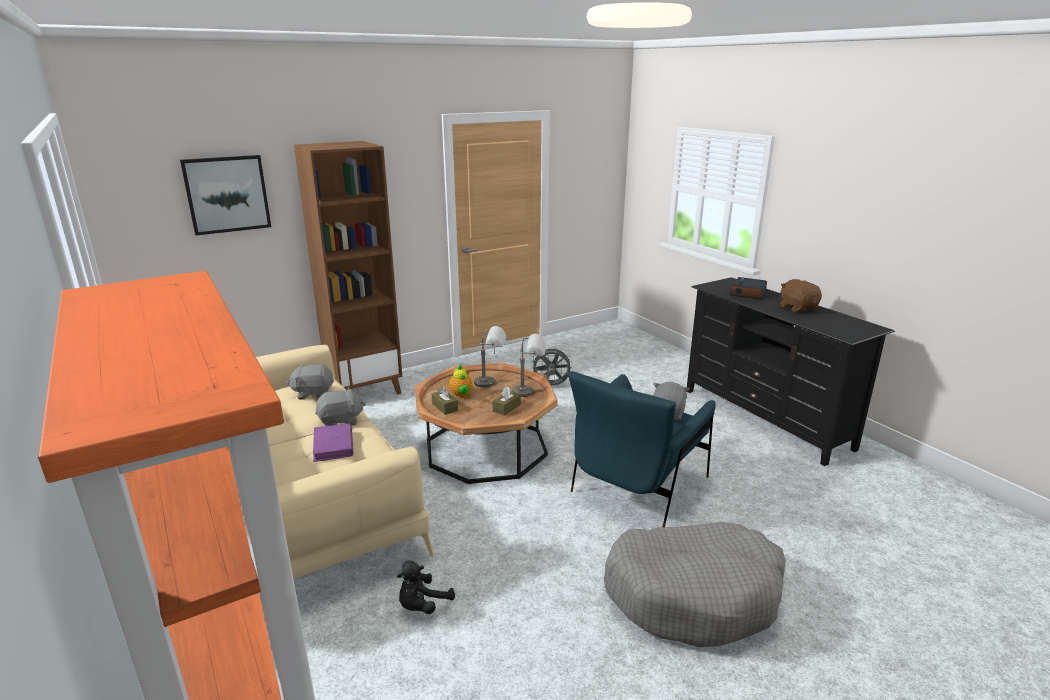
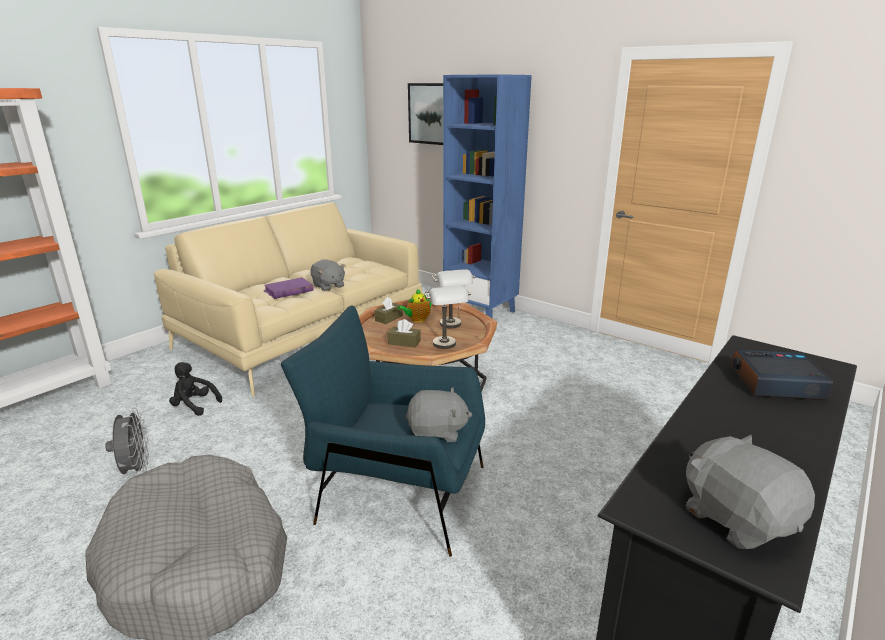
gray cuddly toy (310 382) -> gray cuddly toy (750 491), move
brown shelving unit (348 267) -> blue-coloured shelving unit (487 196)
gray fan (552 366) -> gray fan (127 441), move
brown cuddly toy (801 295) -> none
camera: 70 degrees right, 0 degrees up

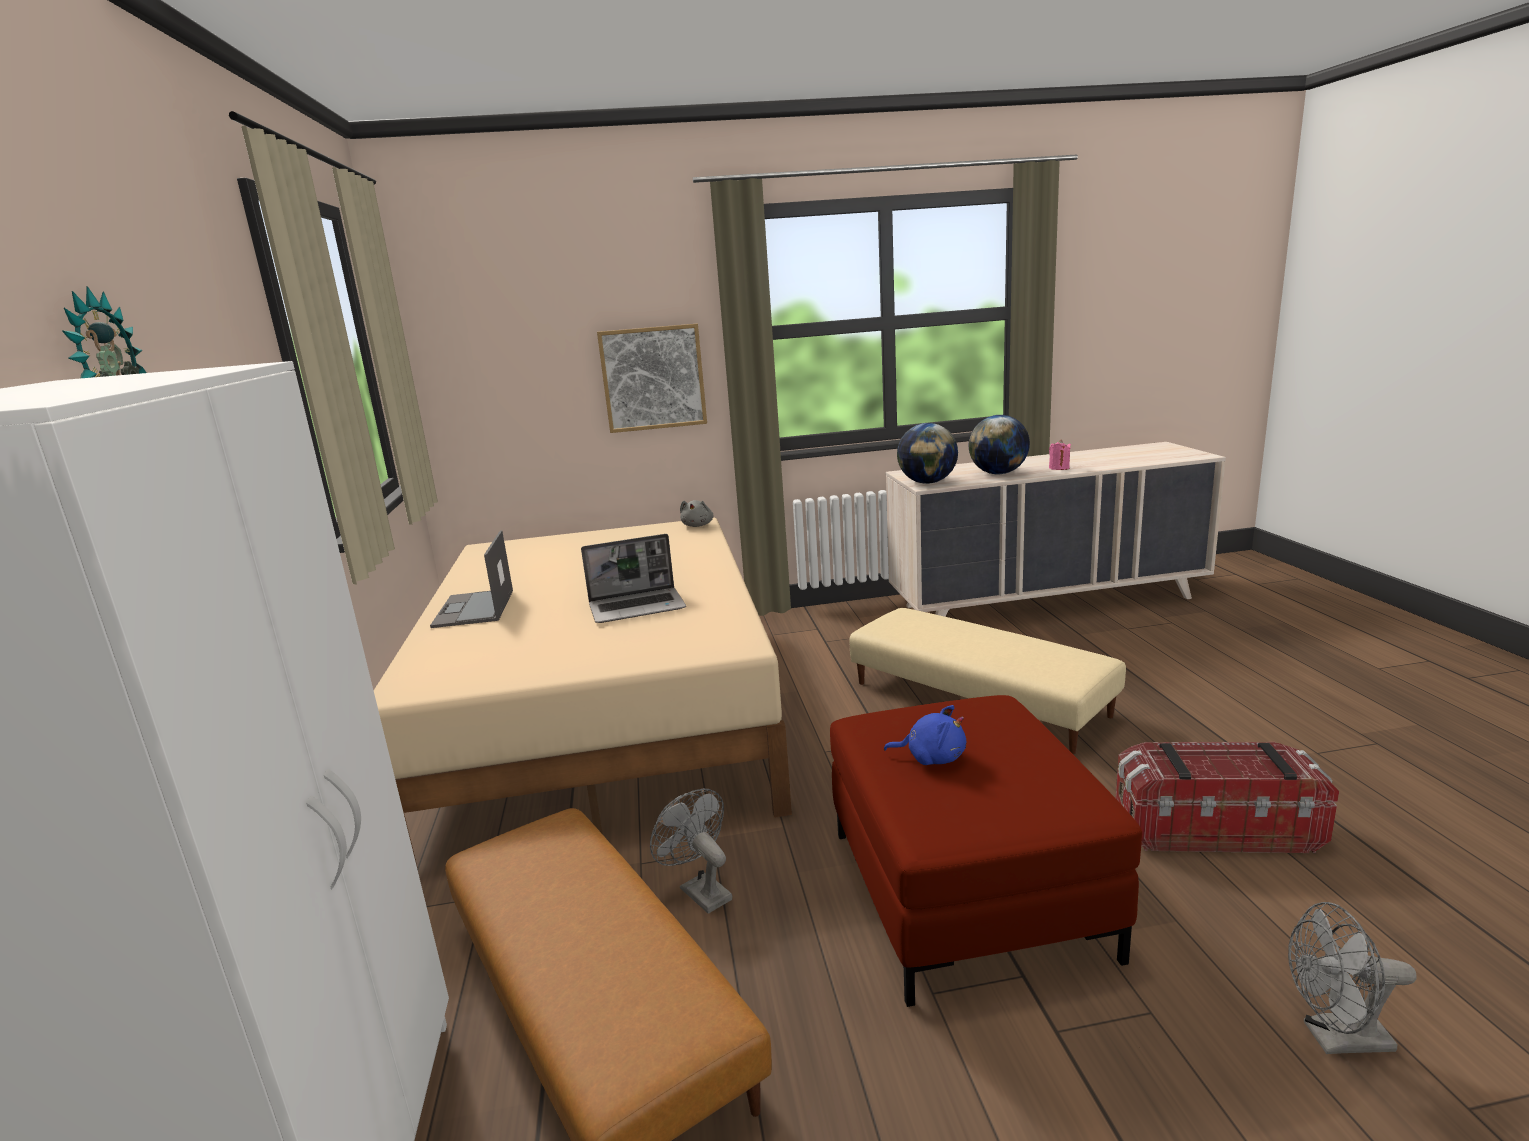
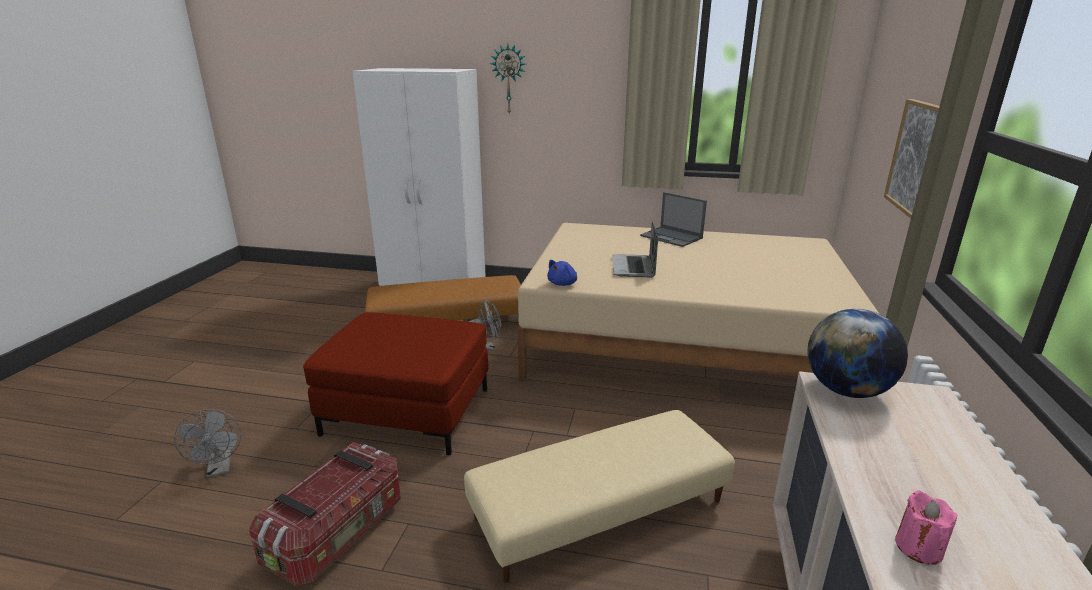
laptop (471 579) -> laptop (673 219), 150 degrees counterclockwise
gray cuddly toy (697 513) -> none
blue-coloured cuddly toy (925 735) -> blue-coloured cuddly toy (562 273), move
globe (999 444) -> none
gray fan (1352 978) -> gray fan (207 443), 135 degrees clockwise
camera: 110 degrees right, 5 degrees up

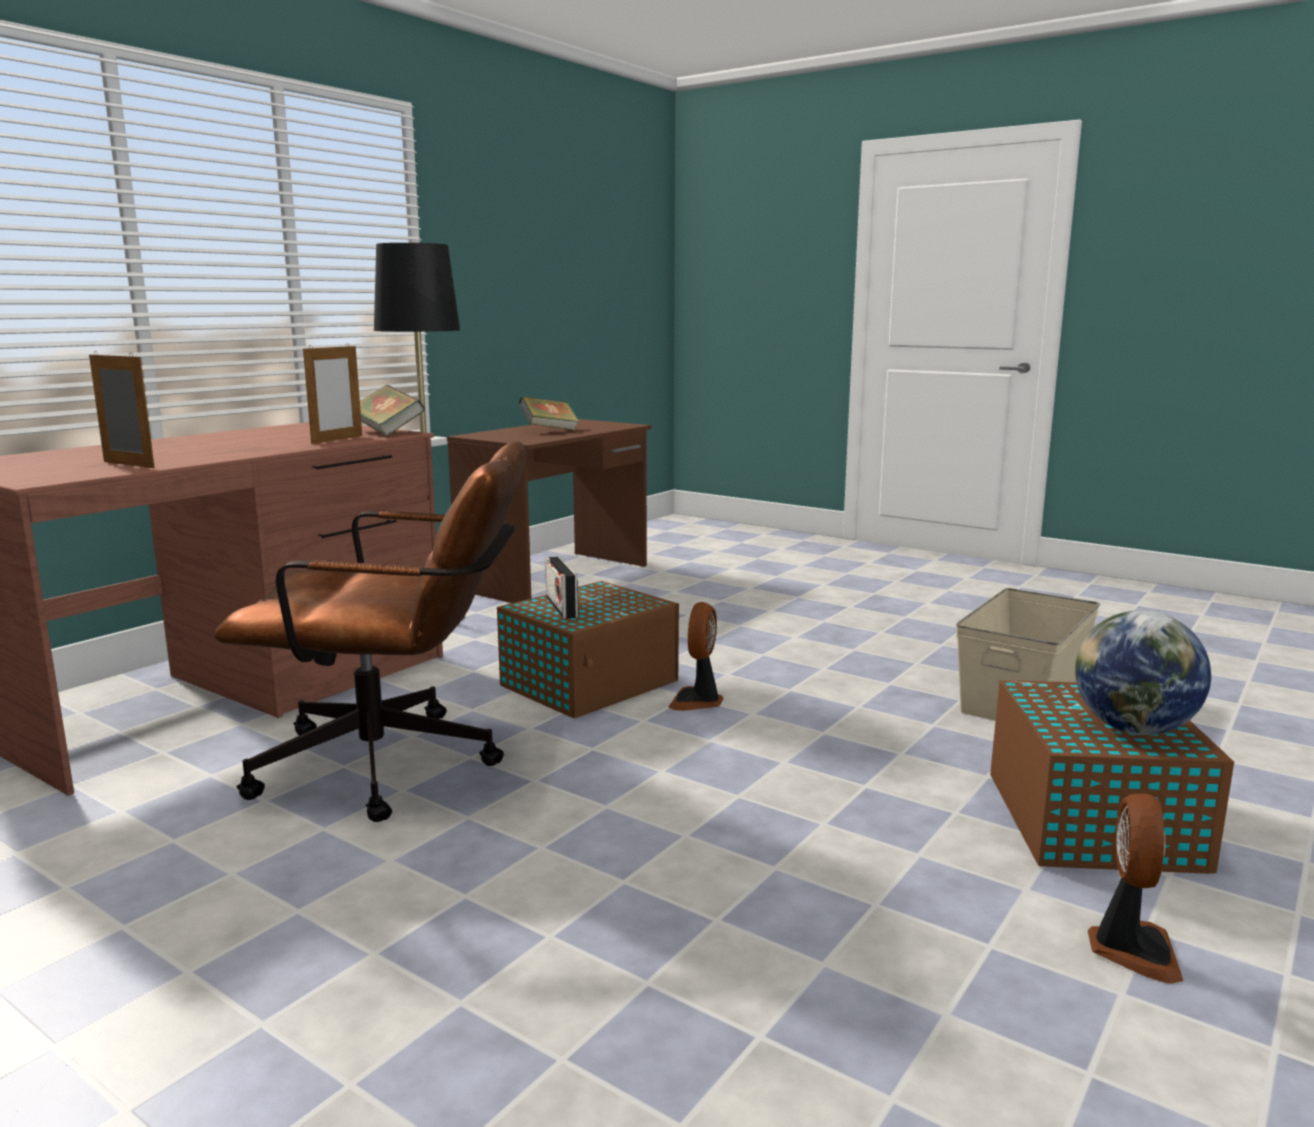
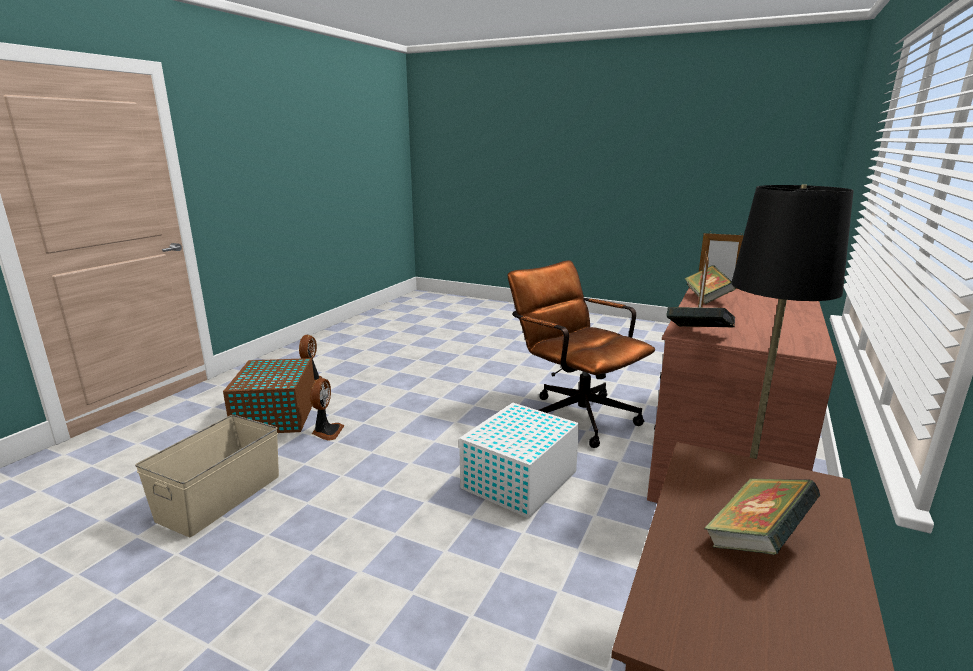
brown desk chair (370 631) -> brown desk chair (581 354), 60 degrees clockwise
brown storage container (588 649) -> white storage container (519 460)
radio (562 587) -> none
fan (696 656) -> fan (327 409), move
globe (1143 672) -> none
none -> book (710 284)
camera: 170 degrees right, 5 degrees up

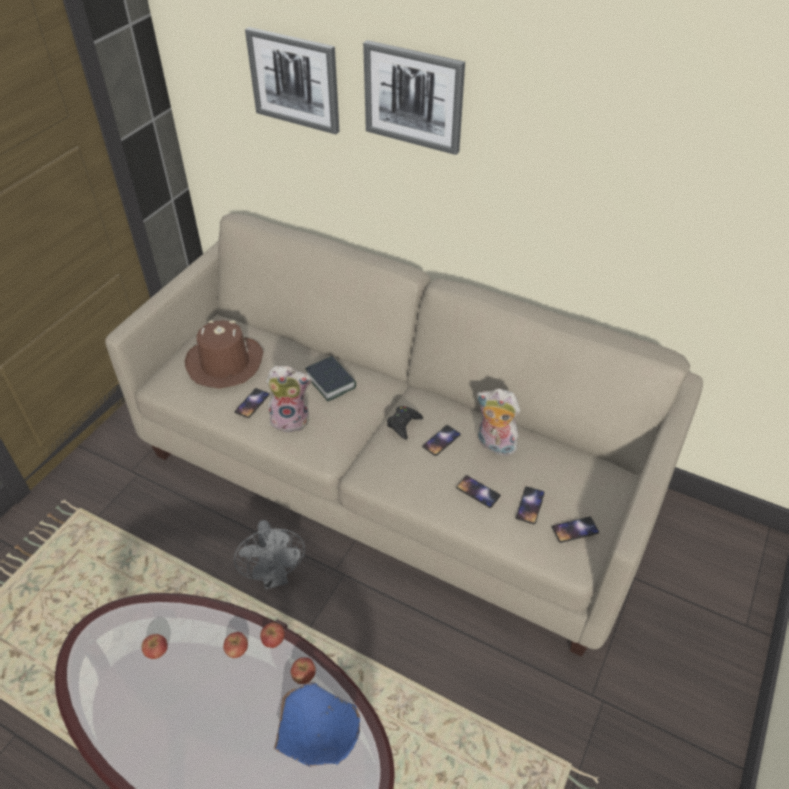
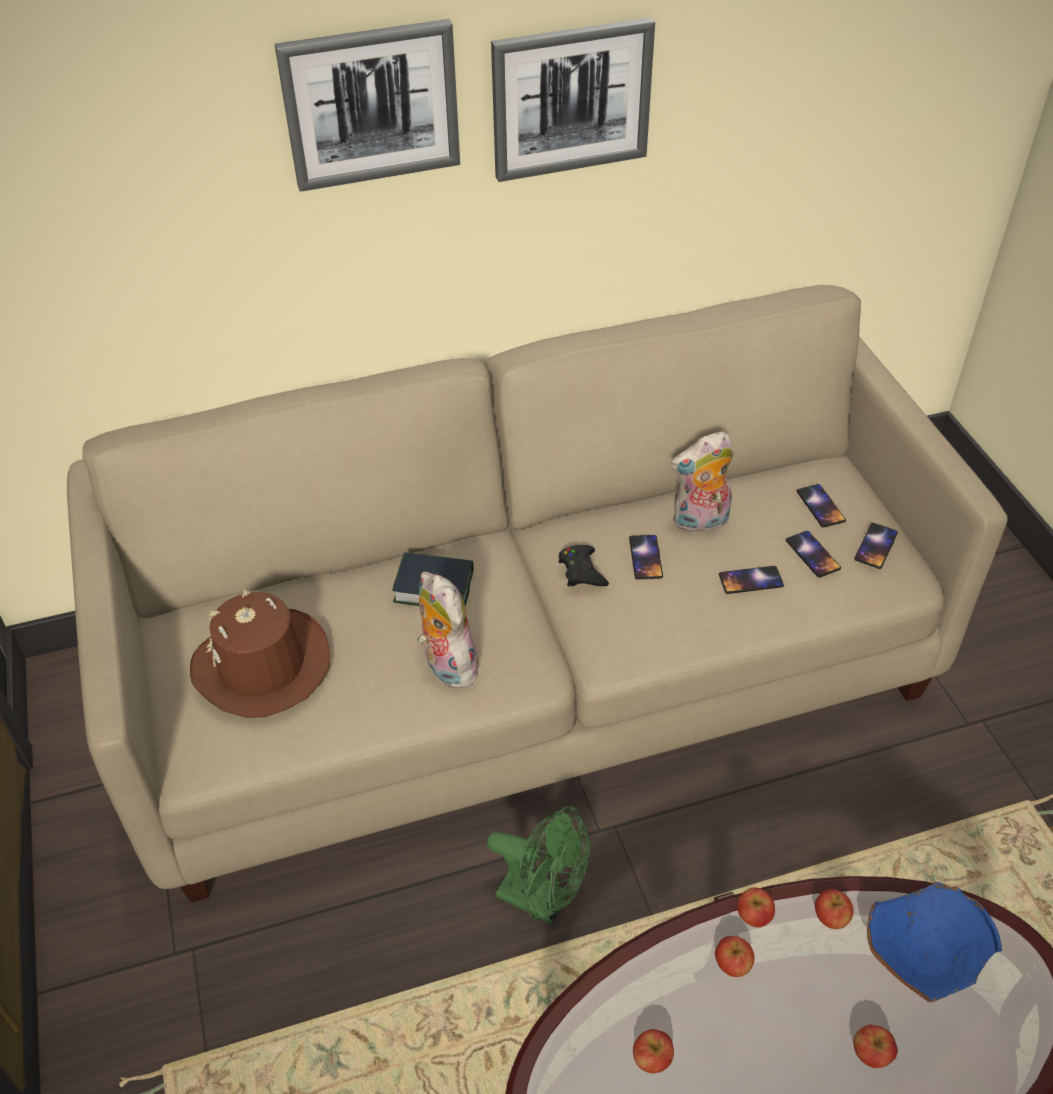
gray fan (269 554) -> green fan (538 865)
telephone (252 403) -> telephone (821 506), move
wall picture (292 80) -> wall picture (573 100), move
cuddly toy (289 399) -> cuddly toy (450 630), 75 degrees counterclockwise
none -> apple (876 1046)
camera: 45 degrees left, 0 degrees up

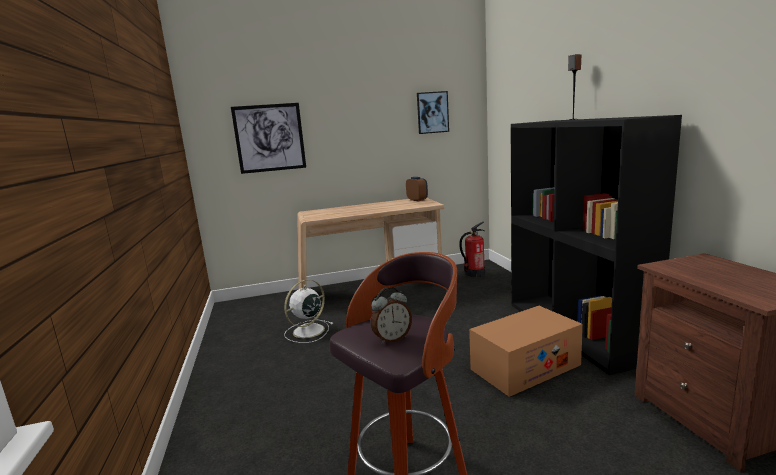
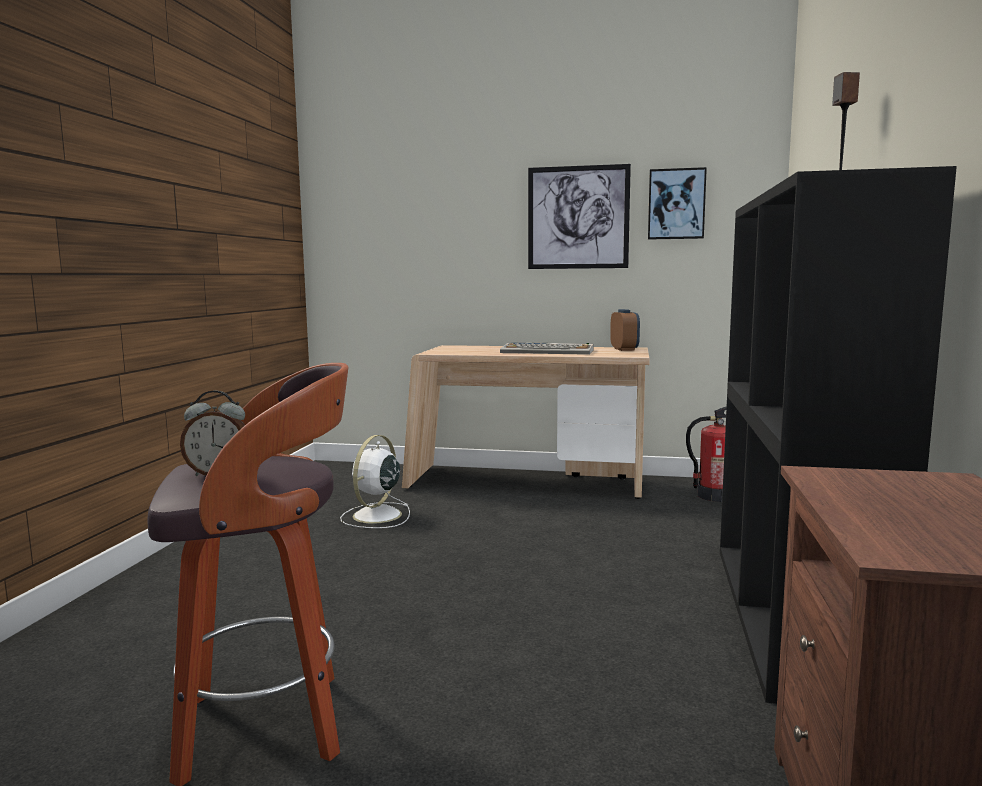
wall picture (268 138) -> wall picture (579 216), move
white fan (308 311) -> white fan (375 481), 45 degrees counterclockwise
cardboard box (526 351) -> none
none -> keyboard (547 348)
camera: 25 degrees right, 5 degrees down

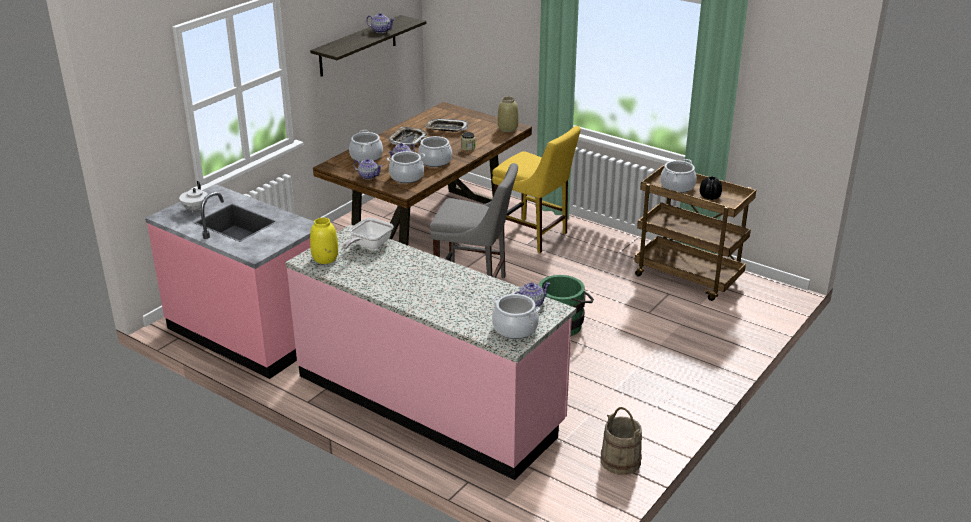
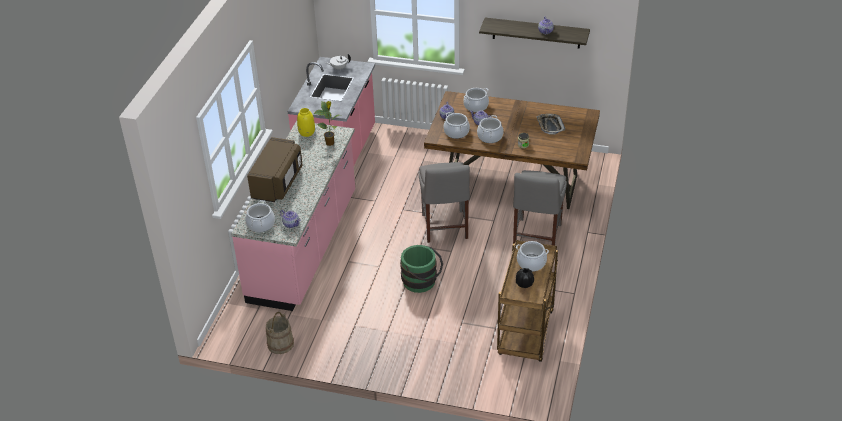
skillet (368 234) -> plant in a pot (326 123)
carrying tray (407 136) -> none
yellow-coloured upright chair (536 189) -> gray upright chair (540 208)
beige-coloured decorative vase (508 114) -> none
none -> brown kitchen microwave (275 169)
camera: 70 degrees right, 10 degrees up

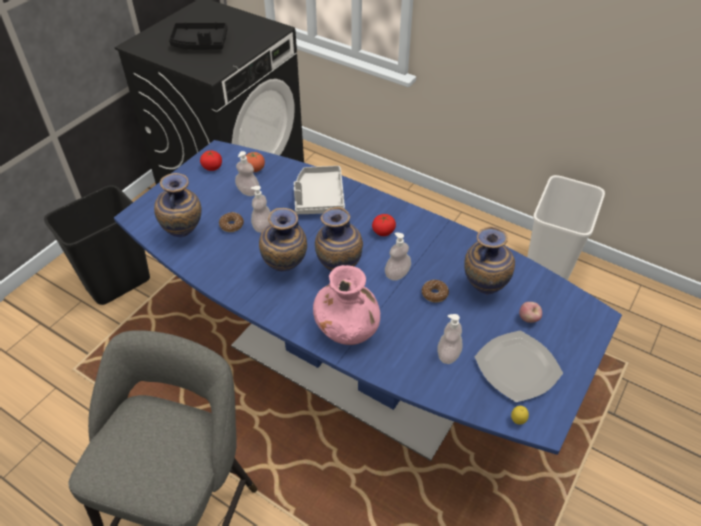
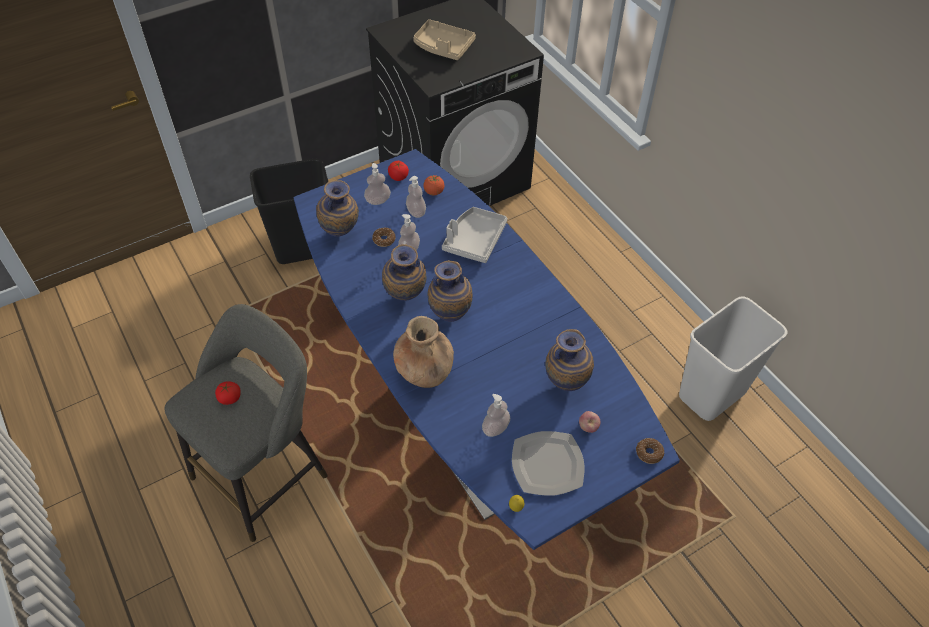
black carrying tray (198 35) -> beige-coloured carrying tray (444 39)
pink decorative vase (346 305) -> brown decorative vase (423 352)
whole tomato (384 225) -> whole tomato (228 393), move
soap dispenser (398 256) -> soap dispenser (377 184), move
donut (435 291) -> donut (650 451), move
camera: 25 degrees right, 5 degrees up

